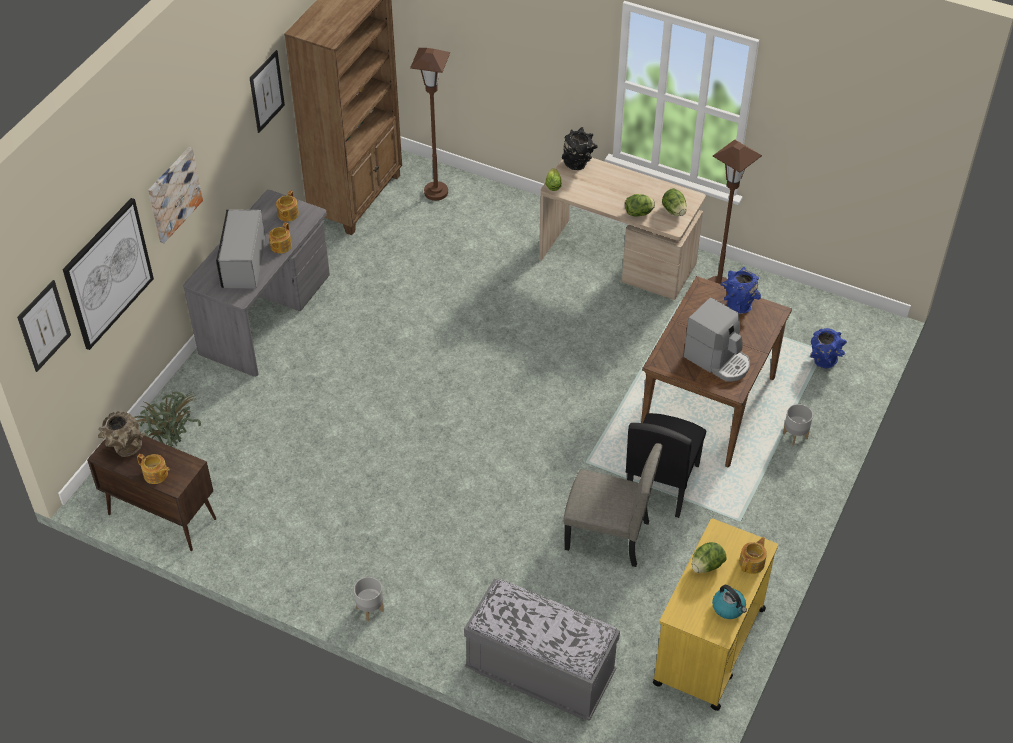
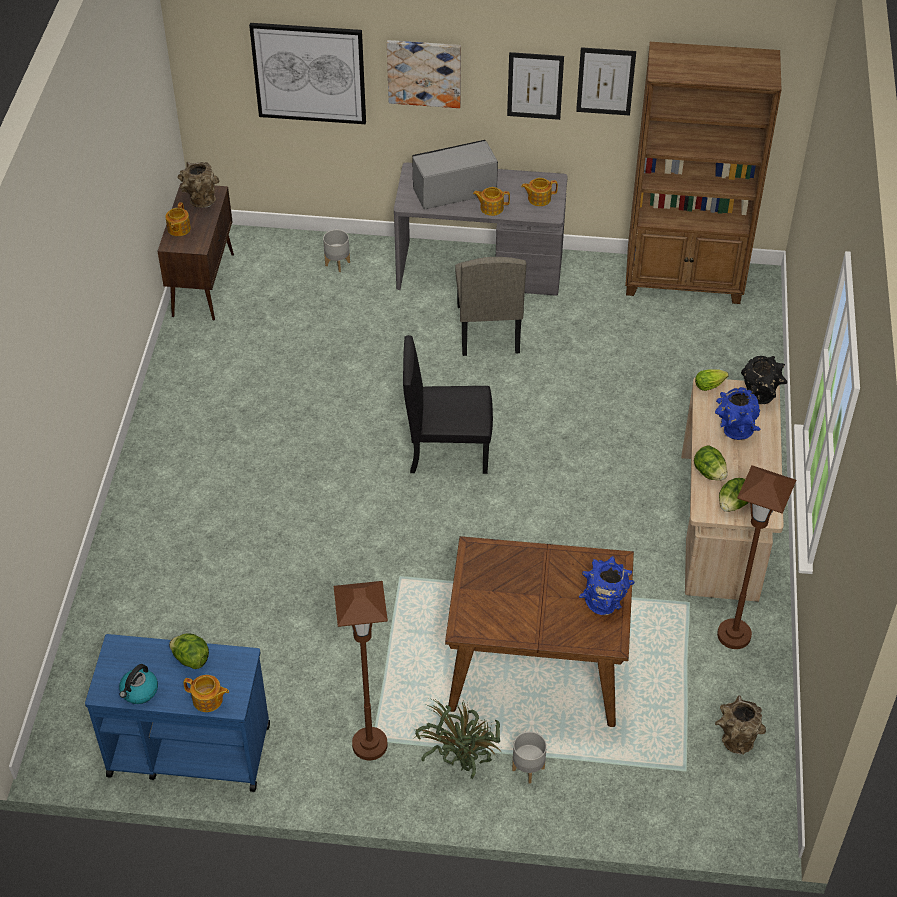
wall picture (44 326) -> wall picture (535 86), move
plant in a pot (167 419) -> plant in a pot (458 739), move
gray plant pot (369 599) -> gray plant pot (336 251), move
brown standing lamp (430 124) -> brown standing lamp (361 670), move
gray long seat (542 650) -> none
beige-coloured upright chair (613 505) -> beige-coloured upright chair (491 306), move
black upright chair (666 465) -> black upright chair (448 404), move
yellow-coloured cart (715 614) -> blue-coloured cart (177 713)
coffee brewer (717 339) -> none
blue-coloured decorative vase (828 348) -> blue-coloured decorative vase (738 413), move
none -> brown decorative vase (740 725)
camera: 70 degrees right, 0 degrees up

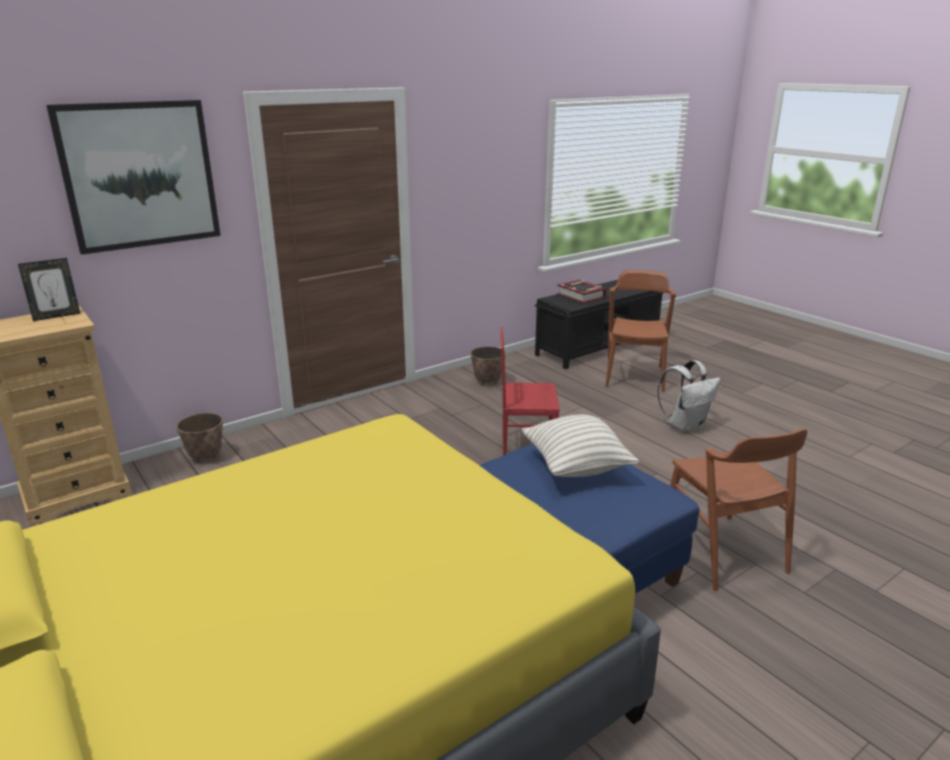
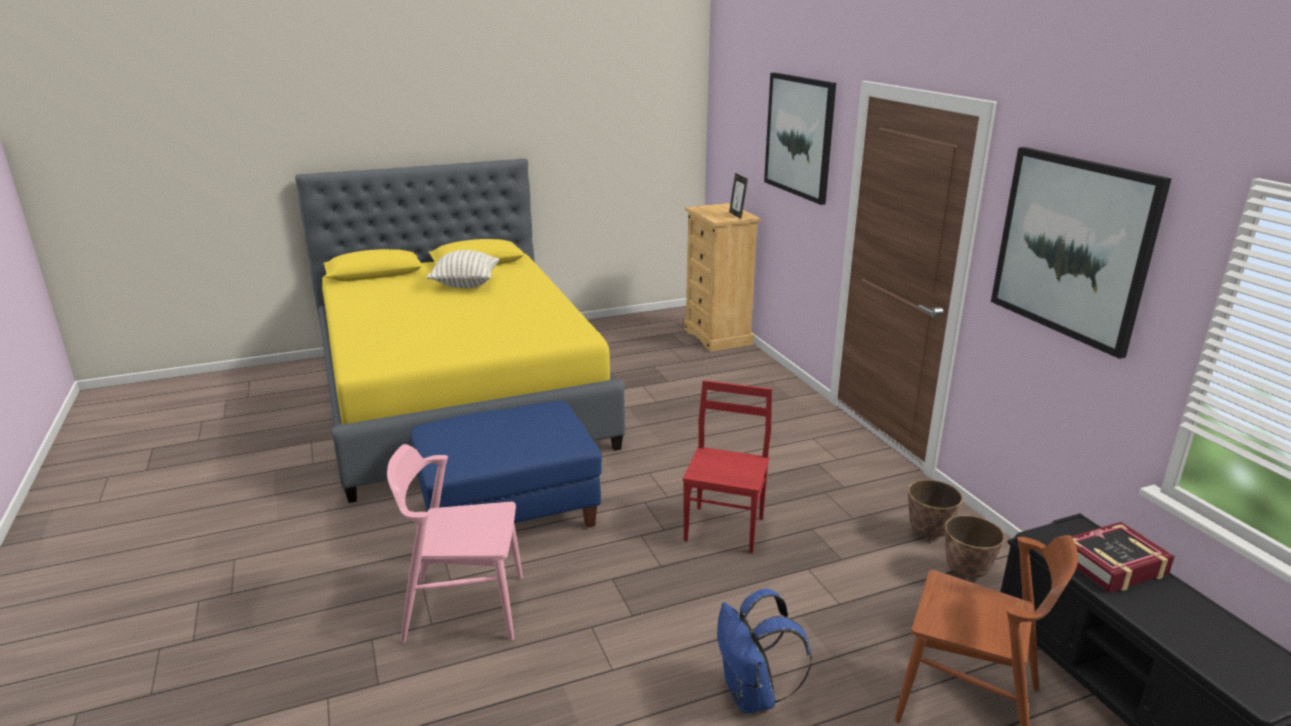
plant pot (199 438) -> plant pot (975 548), move
throw pillow (580 446) -> throw pillow (463 269), move
white backpack (689 396) -> blue-coloured backpack (764 650)
brown upright chair (738 510) -> pink upright chair (455 543)
none -> wall picture (1081 253)
camera: 105 degrees right, 0 degrees up

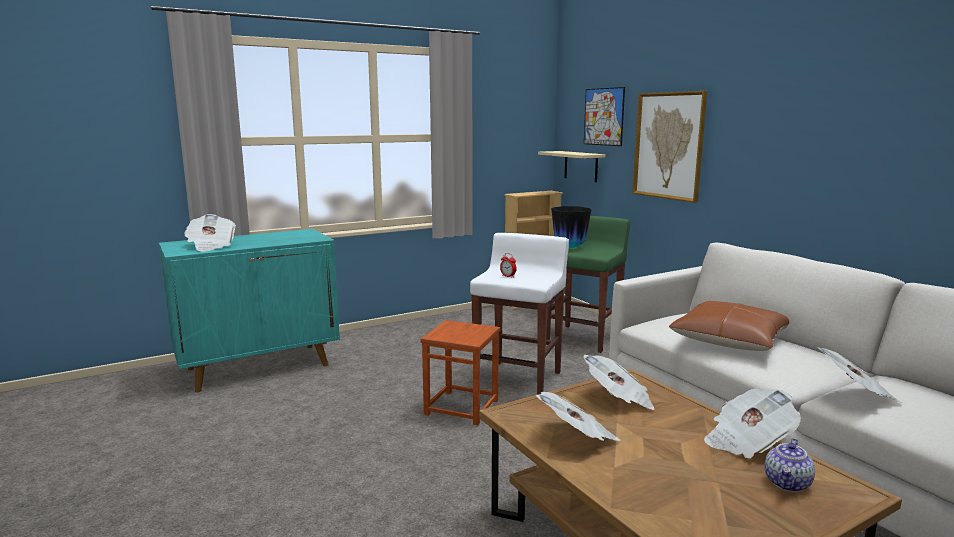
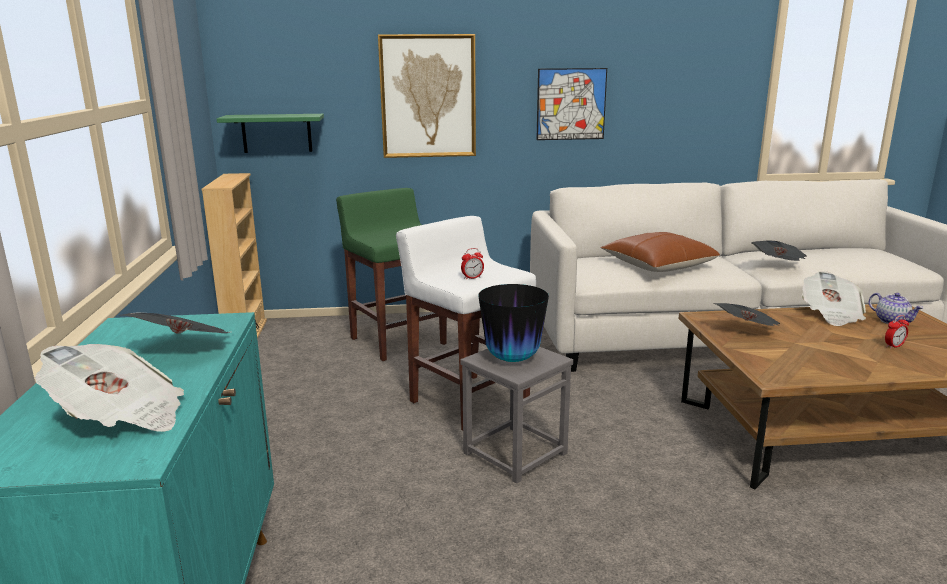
brown stool seat (460 372) -> gray stool seat (516 415)
daily paper (578 416) -> daily paper (176 323), move
beige-coloured wall shelf (571 166) -> green wall shelf (270 133)
decorative vase (571 227) -> decorative vase (513 323), move
wall picture (604 116) -> wall picture (571 104), move
none -> bedside clock (897 332)
camera: 65 degrees left, 5 degrees up

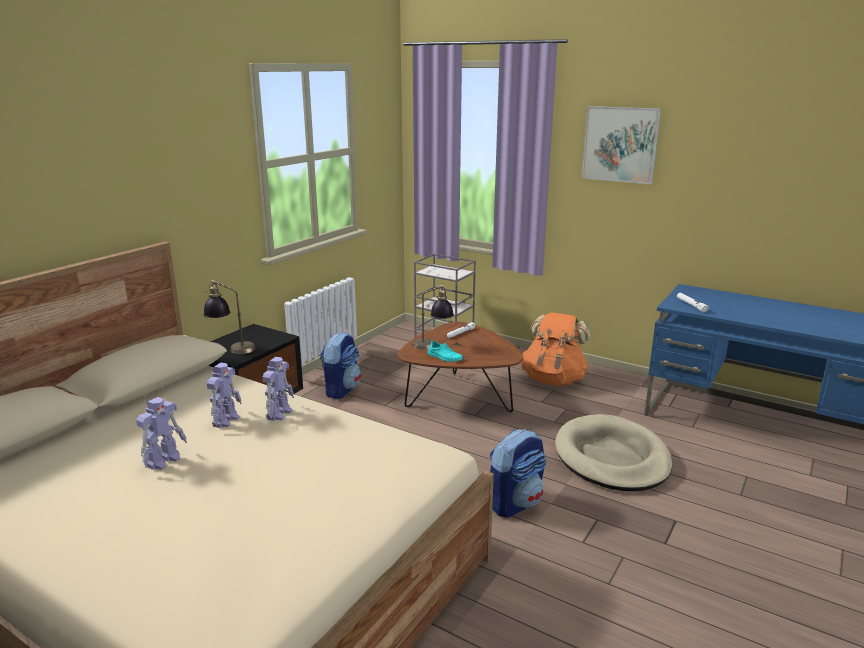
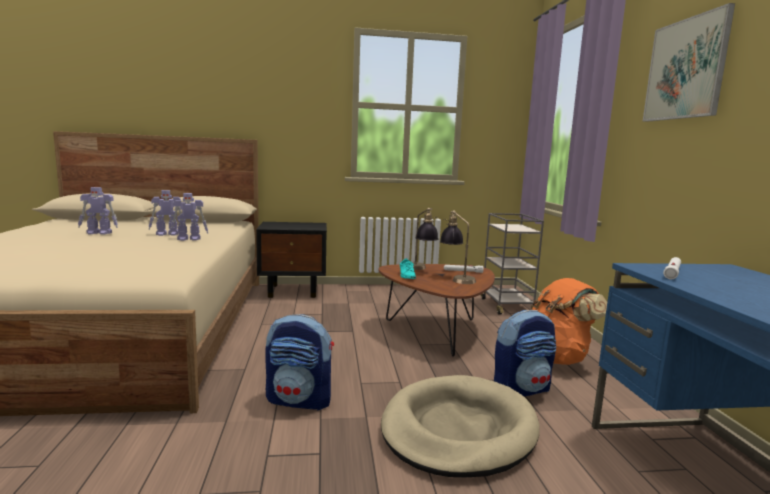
tabletop lamp (229 317) -> tabletop lamp (458 247), move
backpack (340 365) -> backpack (525 353), move
camera: 50 degrees right, 10 degrees down

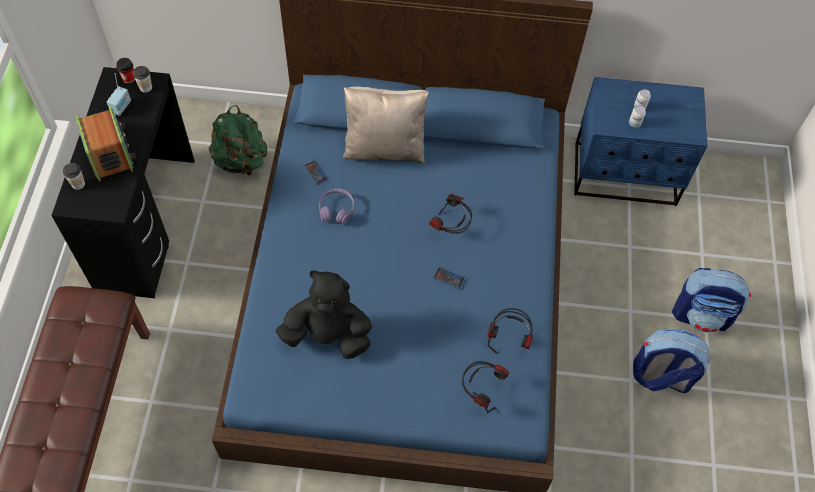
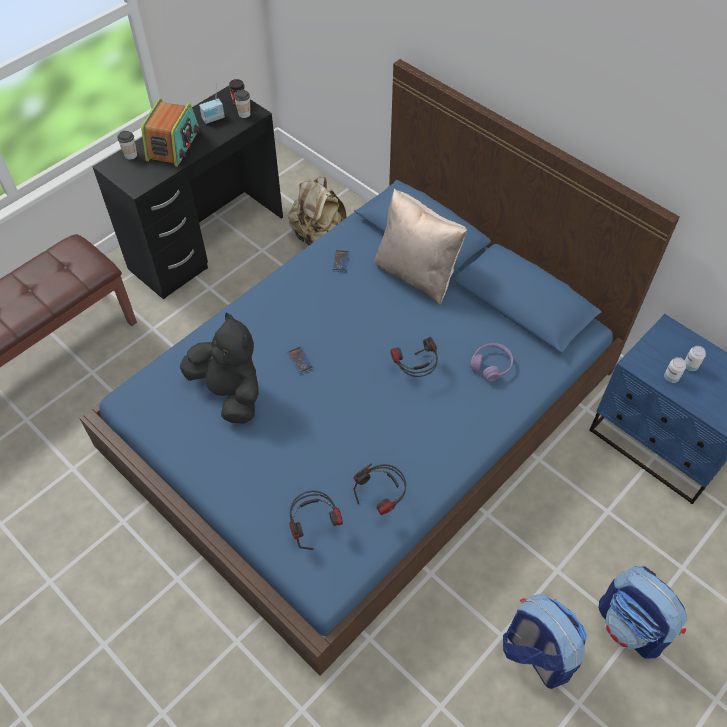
green backpack (237 141) -> beige-coloured backpack (317 211)
purple headset (336 206) -> purple headset (491 362), move
telephone (449 278) -> telephone (300 360), move
camera: 40 degrees right, 5 degrees down

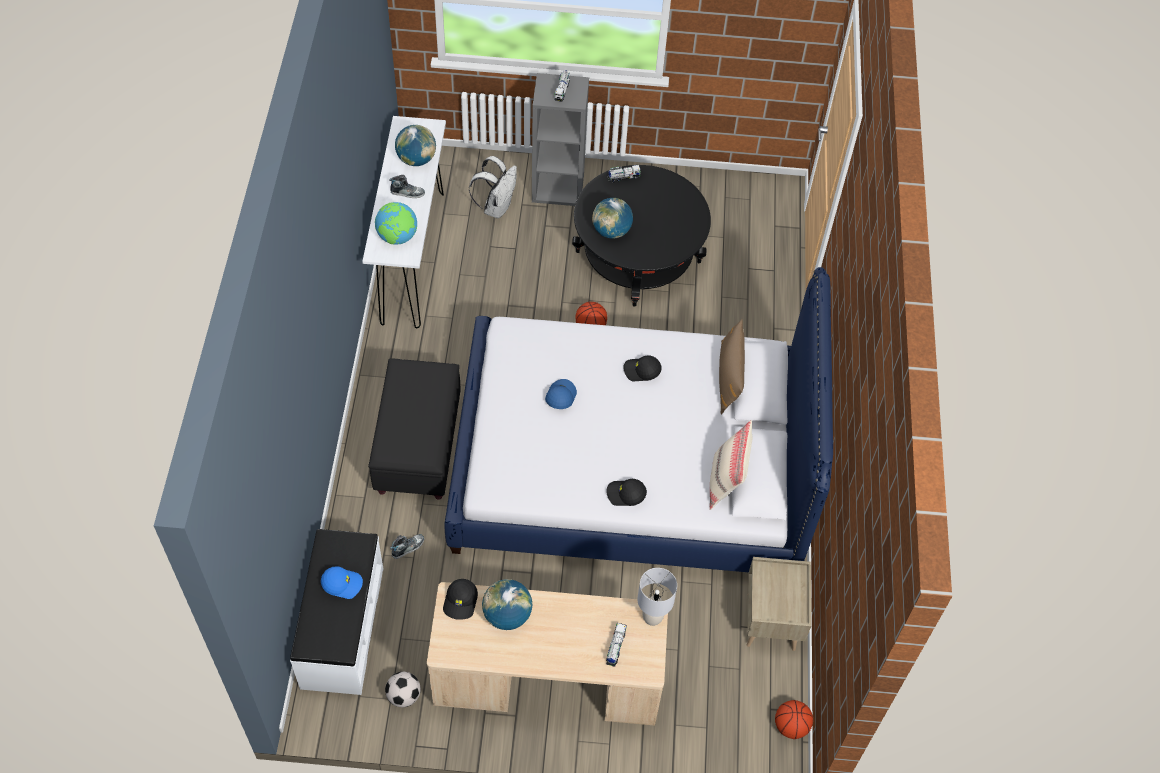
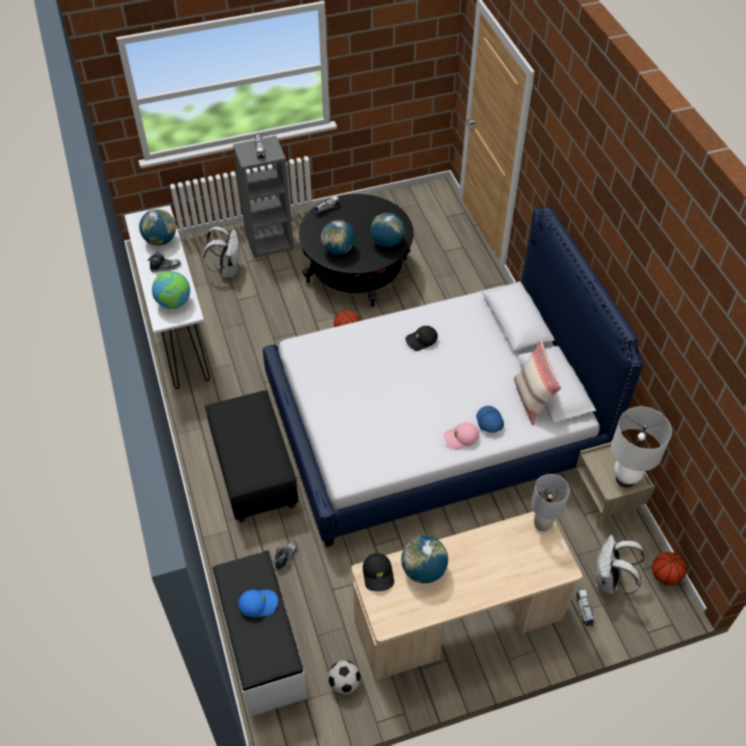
blue-coloured peaked cap (561 394) -> blue-coloured peaked cap (490 419), move
black peaked cap (626 492) -> pink peaked cap (461 436)
toy lorry (616 645) -> toy lorry (585 607), move
brown throw pillow (732 367) -> none
none -> globe (388 230)
none -> white backpack (620 564)
none -> white tabletop lamp (641 447)
camera: 20 degrees left, 5 degrees down

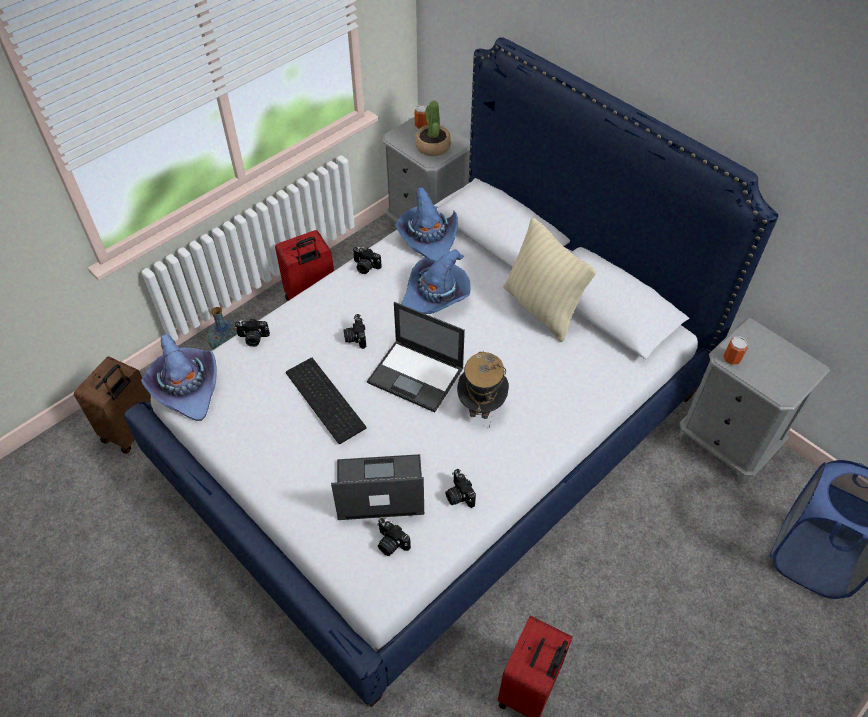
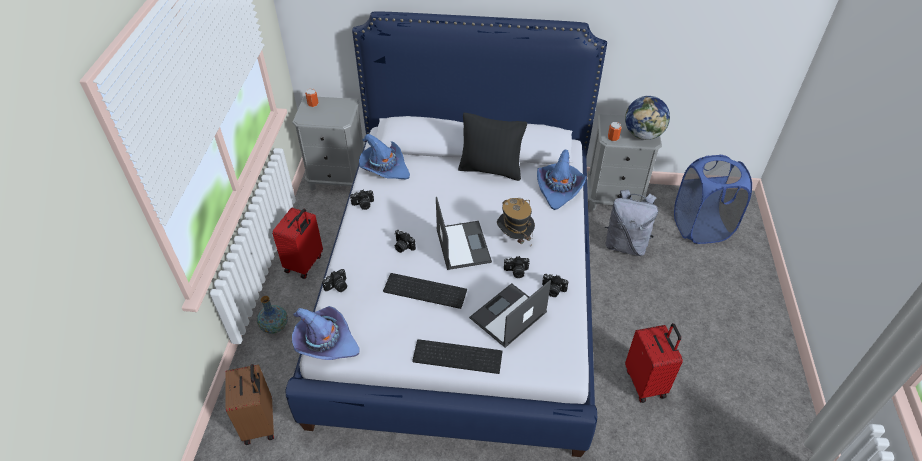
laptop (416 357) -> laptop (464 233), 90 degrees counterclockwise
still camera (394 537) -> still camera (517 267), move
blue-coloured clothing hat (436 281) -> blue-coloured clothing hat (562 179), move
plant in a pot (433 128) -> none
beige-coloured throw pillow (549 279) -> black throw pillow (492 147)
none -> keyboard (457 356)
none -> gray backpack (631 222)
none -> globe (647 118)
camera: 40 degrees left, 5 degrees down

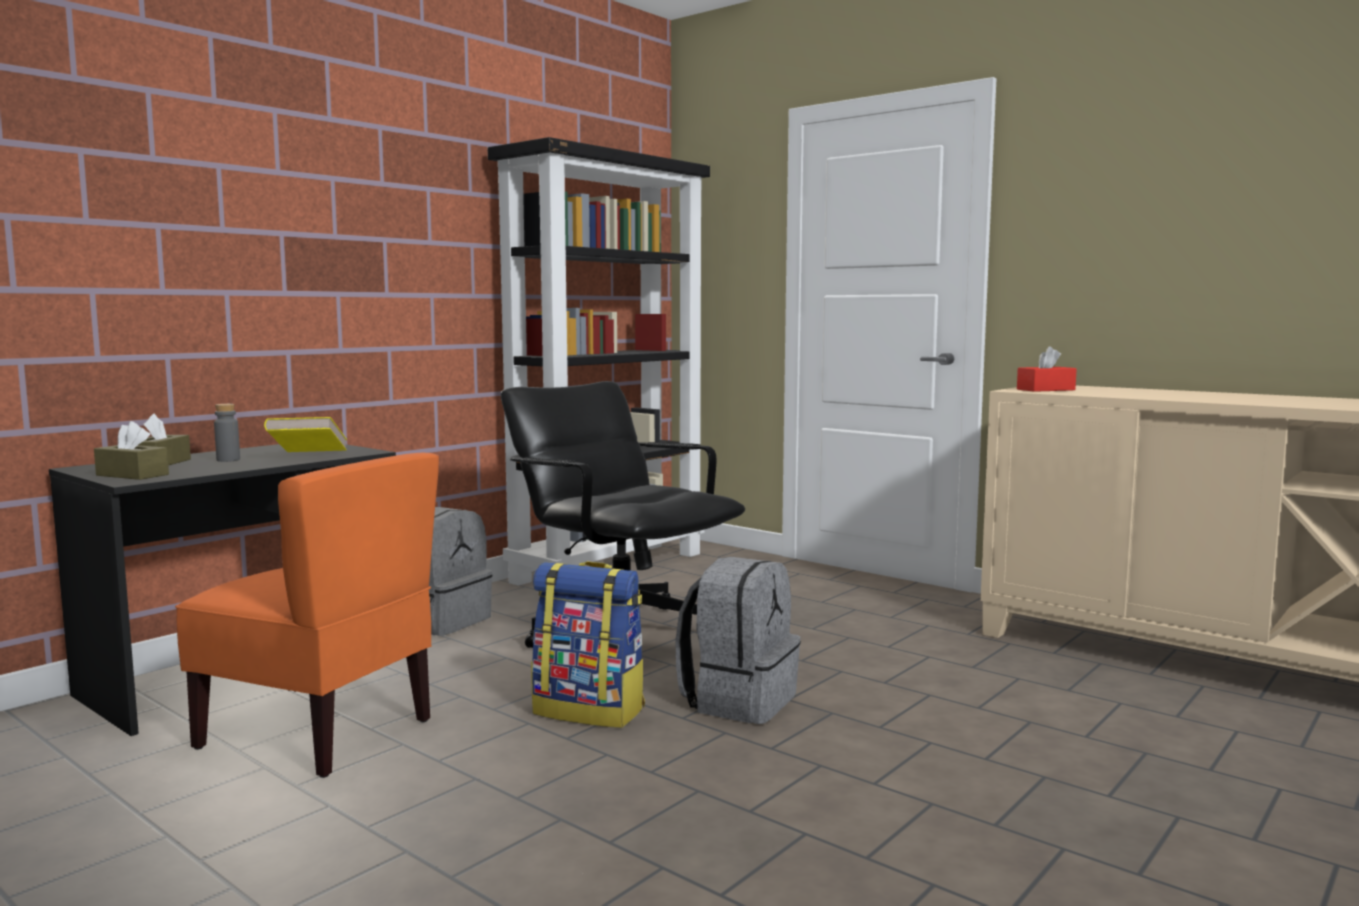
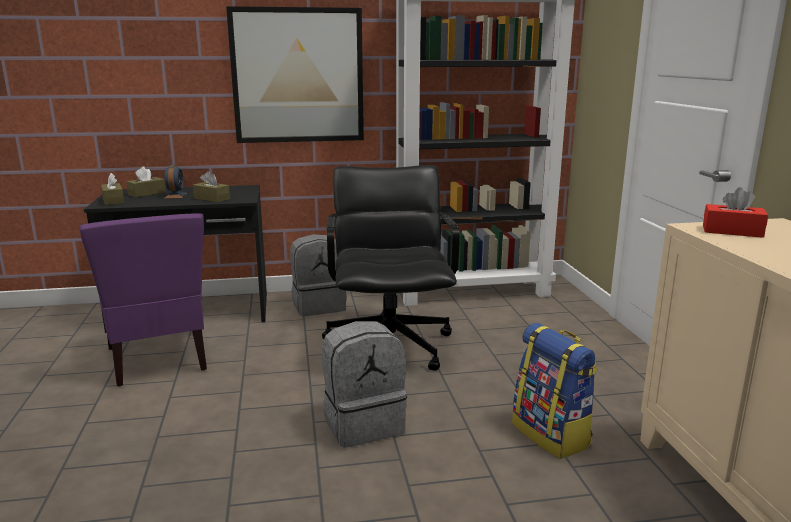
orange upright chair (307 615) -> purple upright chair (143 300)
gray drink bottle (227 433) -> bedside clock (175 182)
yellow-coloured book (305 434) -> brown tissue box (211 186)
backpack (588 644) -> backpack (555 391), move
none -> wall picture (295 74)
camera: 40 degrees right, 10 degrees up

